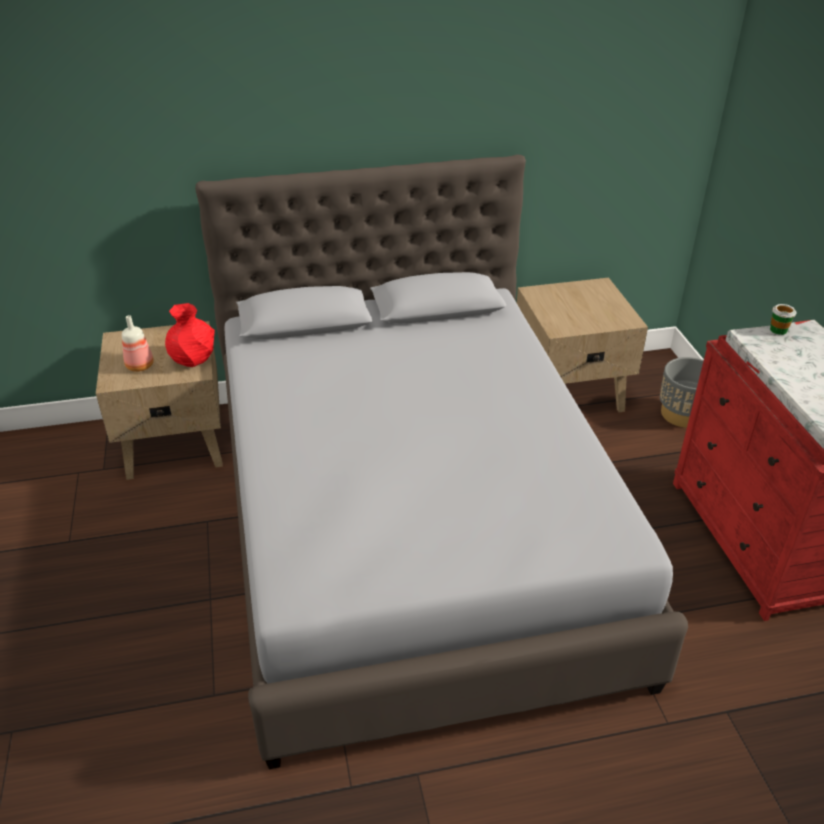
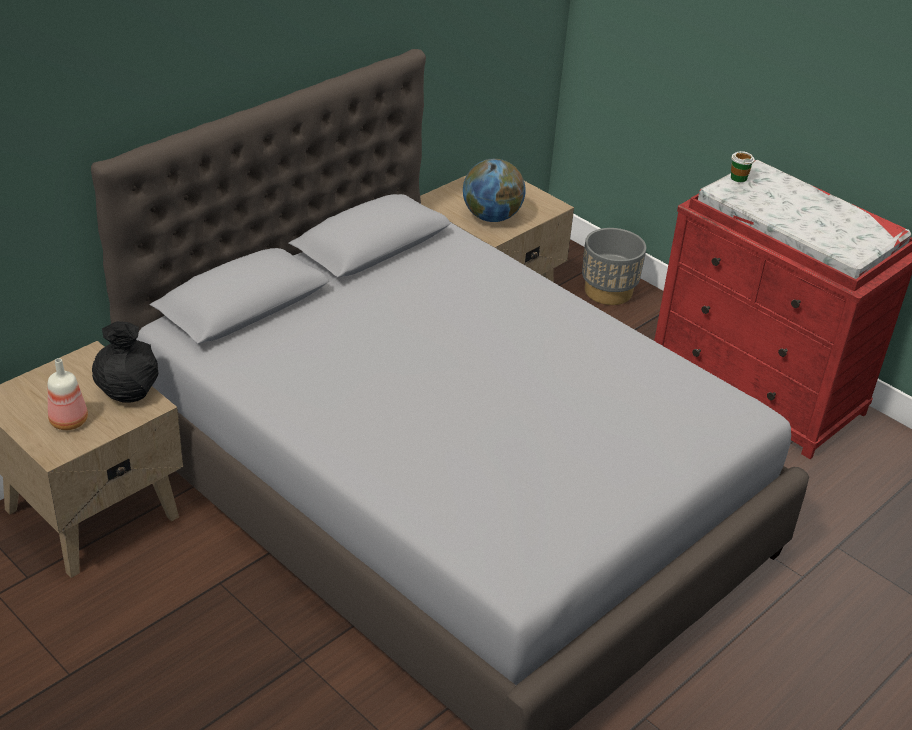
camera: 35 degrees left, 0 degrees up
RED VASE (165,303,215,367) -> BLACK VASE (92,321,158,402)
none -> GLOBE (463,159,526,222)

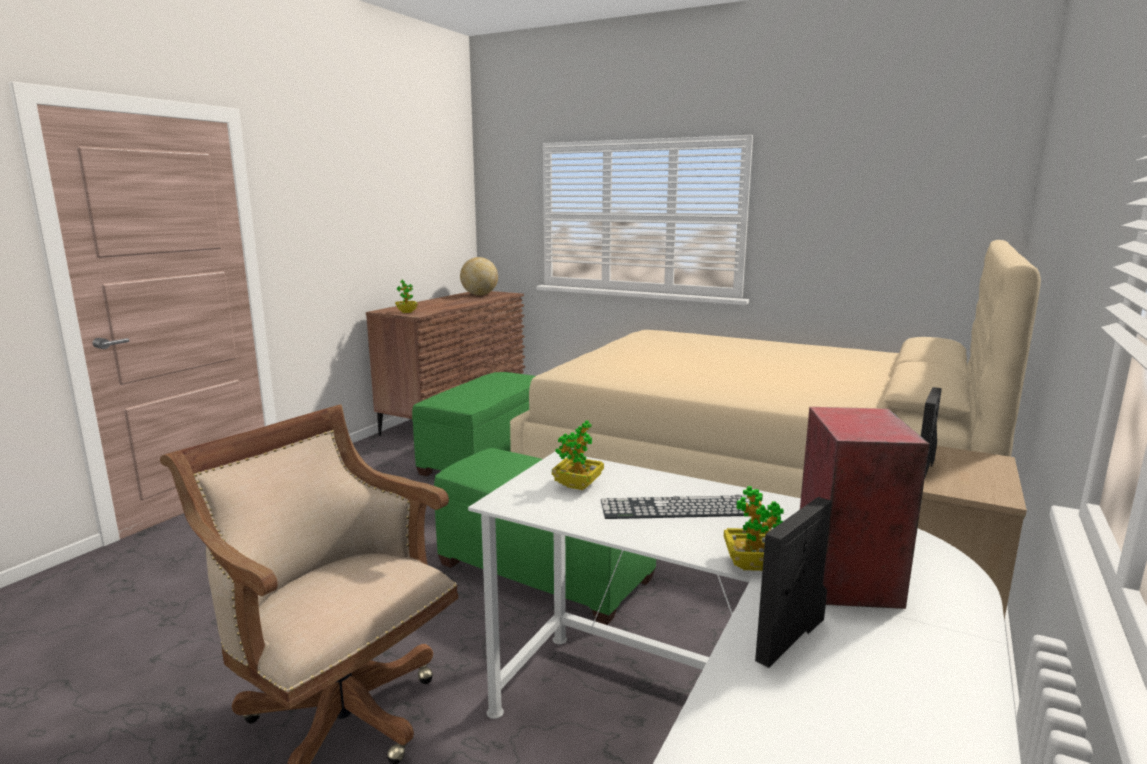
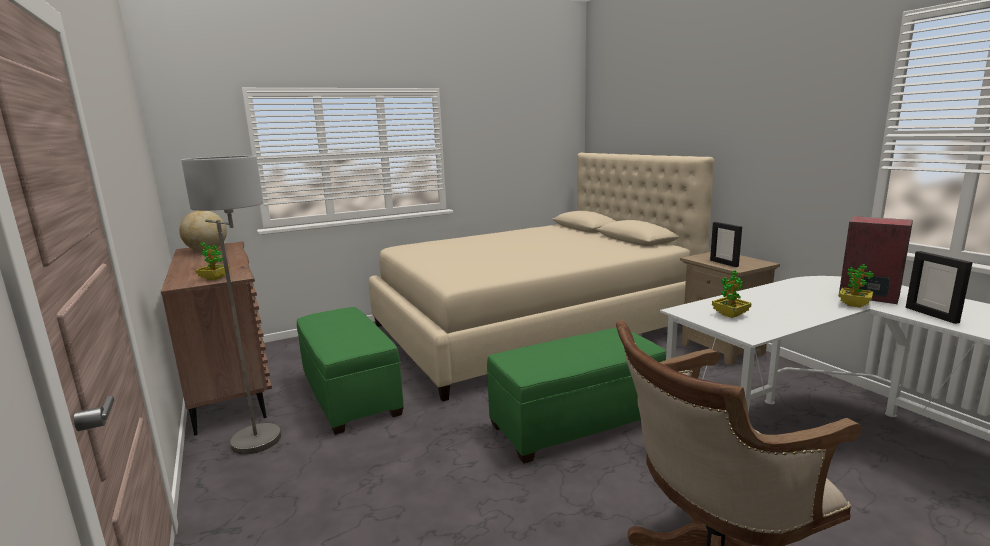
camera: 55 degrees left, 0 degrees up
KEYBOARD (601,495,750,519) -> none
none -> GREY FLOOR LAMP (181,155,281,454)

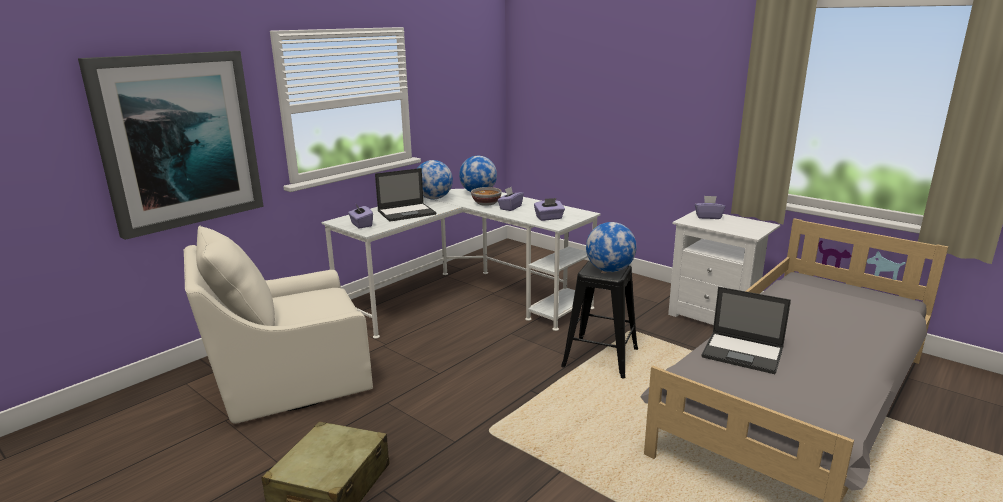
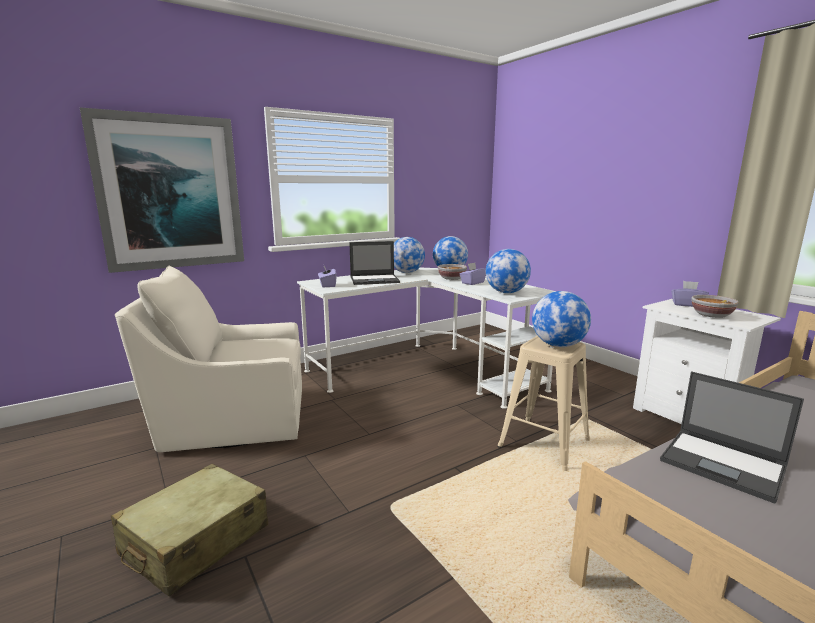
camera: 15 degrees right, 5 degrees down
PURPLE TISSUE BOX (534,198,565,221) -> GLOBE (486,249,531,293)
BLACK STOOL (561,260,638,378) -> BEIGE STOOL (497,335,590,471)
none -> BOWL (691,295,739,318)

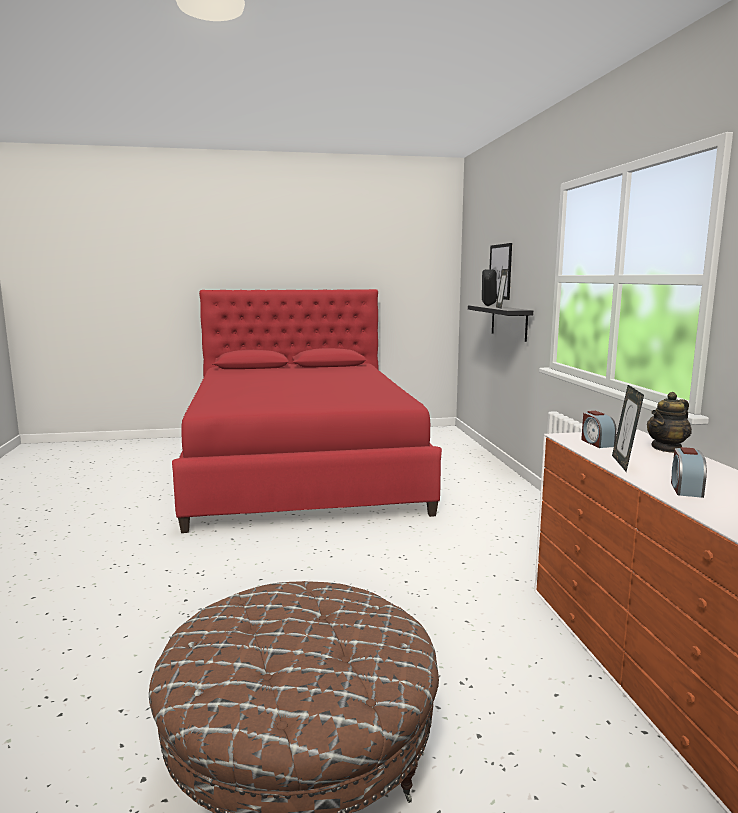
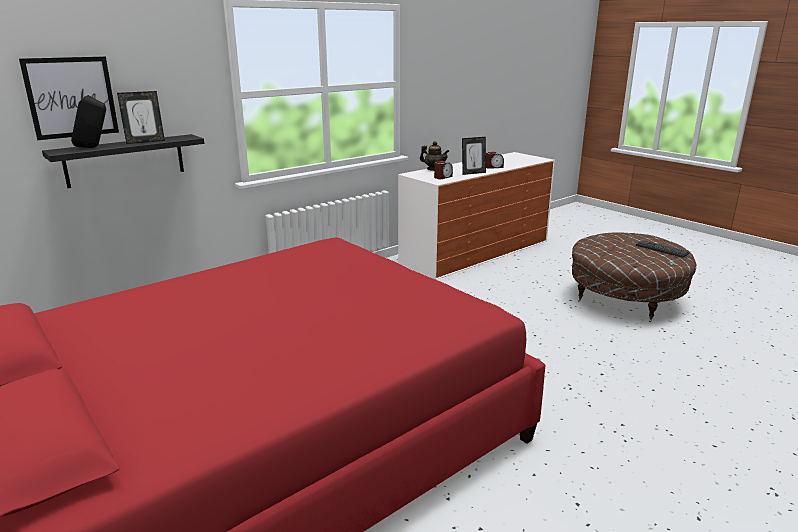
camera: 120 degrees left, 10 degrees up
none -> KEYBOARD (636,240,689,258)

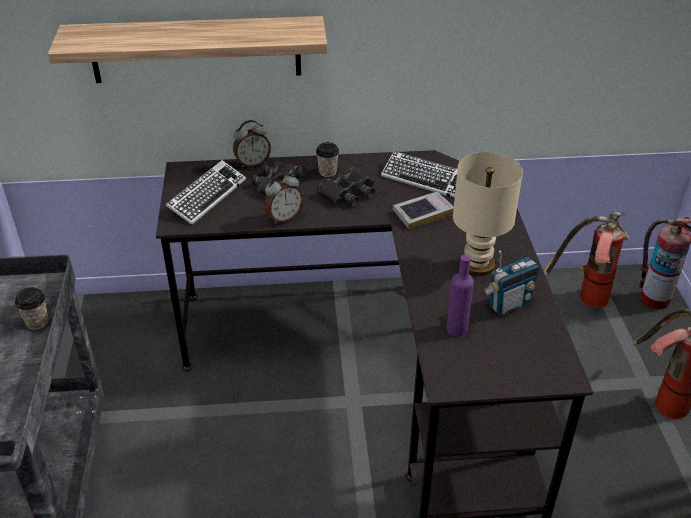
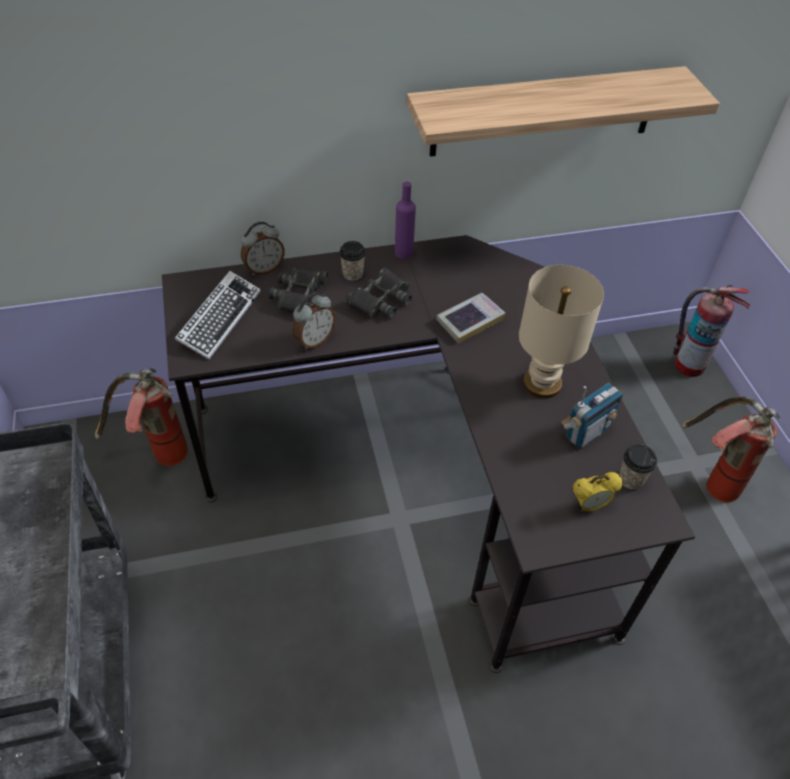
camera: 10 degrees left, 10 degrees up
CUP (15,287,49,330) -> CUP (619,444,657,489), relocated
SHELF (48,16,327,83) -> SHELF (407,66,720,157), relocated
KEYBOARD (381,151,458,198) -> none
PURPLE BOTTLE (446,255,474,337) -> PURPLE BOTTLE (395,182,416,259), relocated
FIRE EXTINGUISHER (543,212,629,308) -> FIRE EXTINGUISHER (95,368,188,466), relocated
none -> ALARM CLOCK (573,472,622,512)

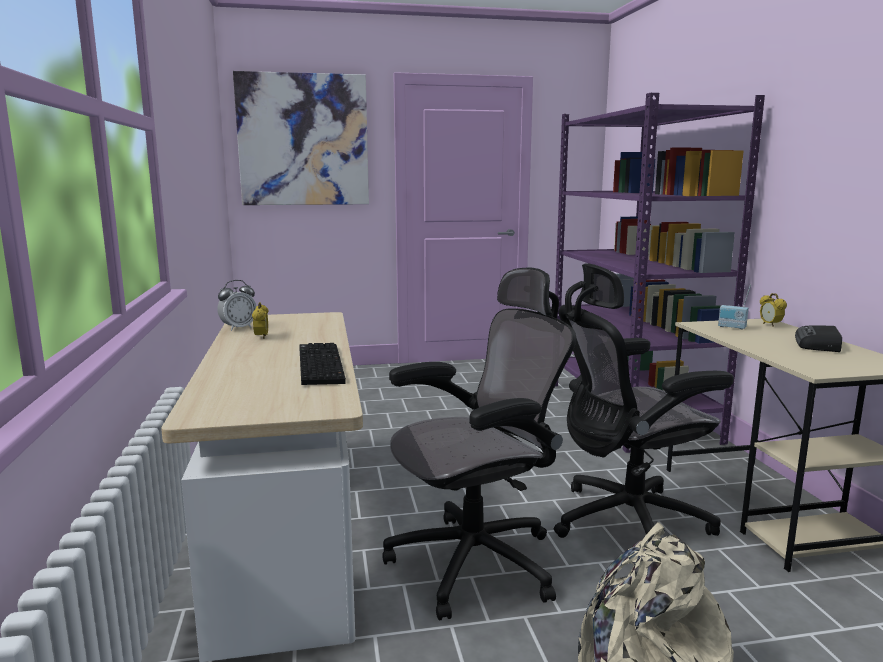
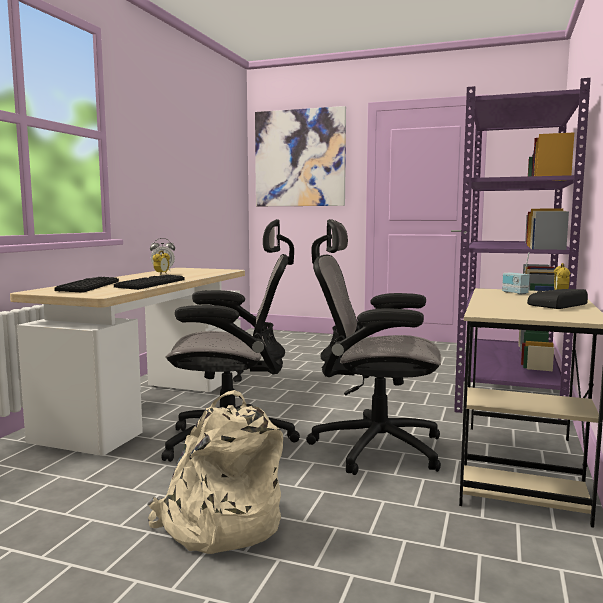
camera: 30 degrees right, 5 degrees down
none -> KEYBOARD (54,277,119,293)

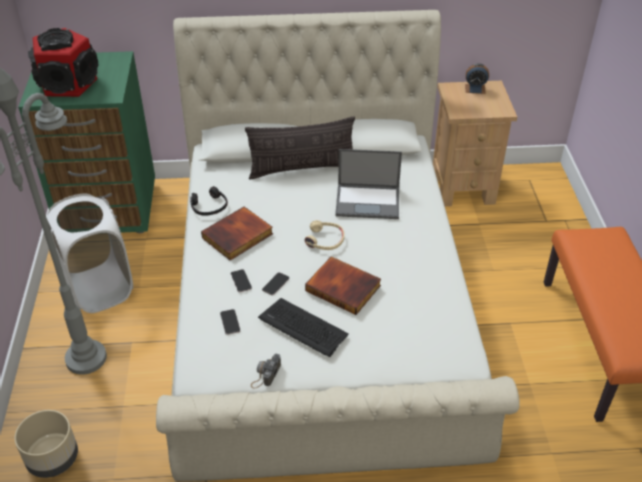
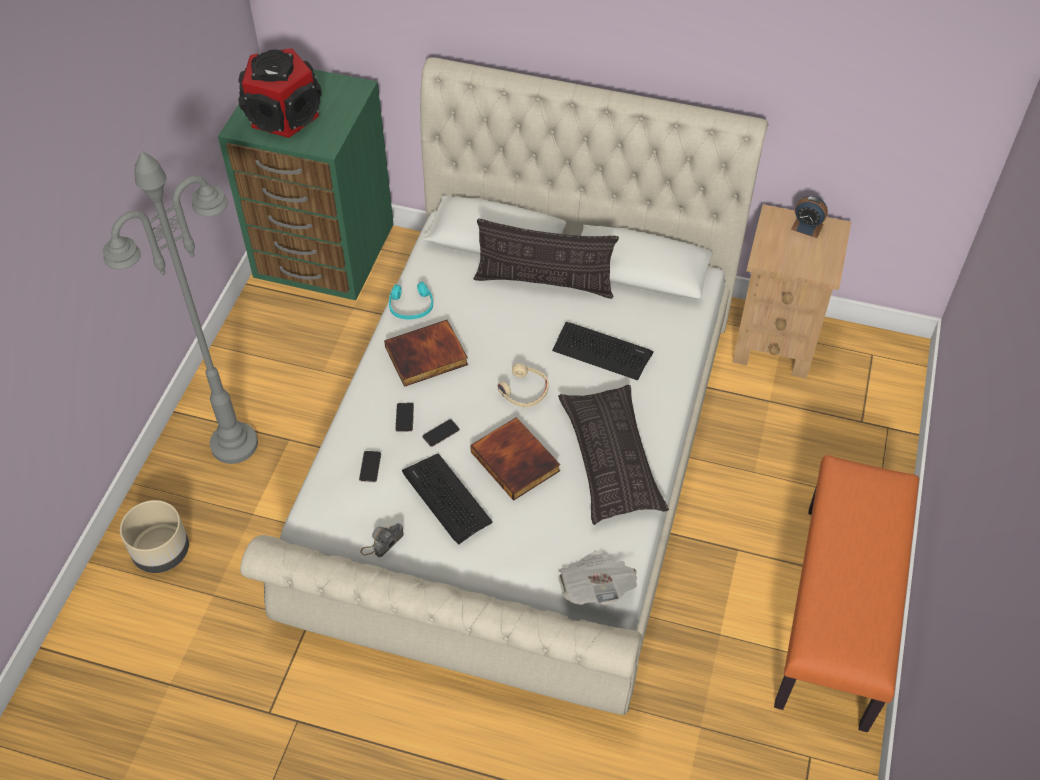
camera: 20 degrees right, 10 degrees up
WHITE LAUNDRY BASKET (46,194,133,313) -> none
BLACK HEADPHONES (190,186,228,216) -> TURQUOISE HEADPHONES (389,282,433,319)
LAPTOP (335,149,402,219) -> KEYBOARD (552,322,654,380)
none -> PILLOW (558,385,669,525)
none -> NEWSPAPER (558,550,637,605)

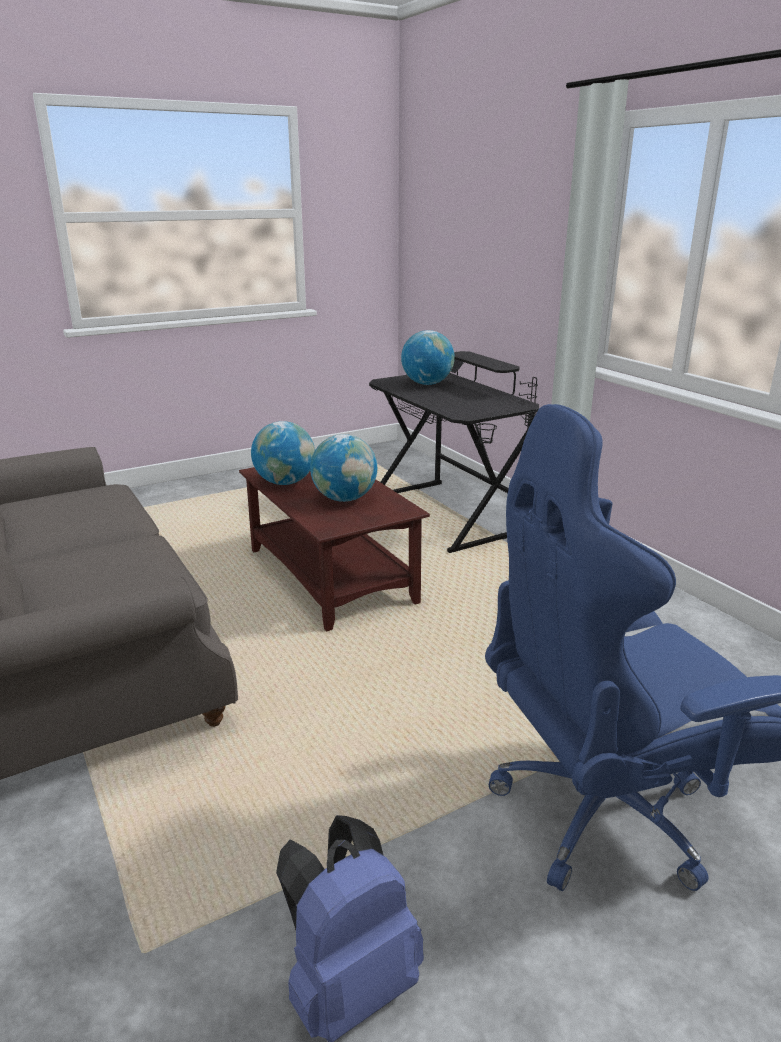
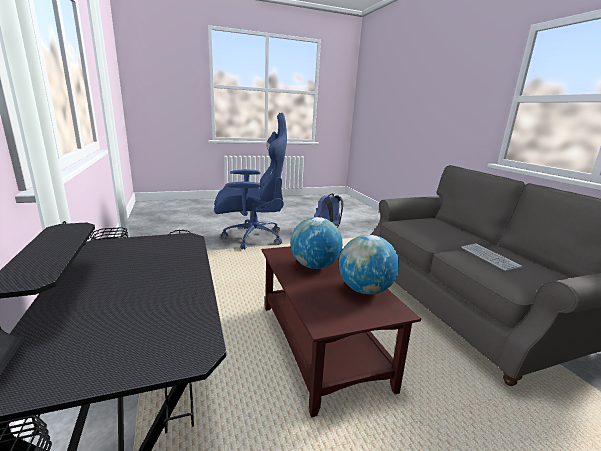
camera: 170 degrees left, 5 degrees down
GLOBE (401,330,455,385) -> none
none -> KEYBOARD (461,243,522,271)

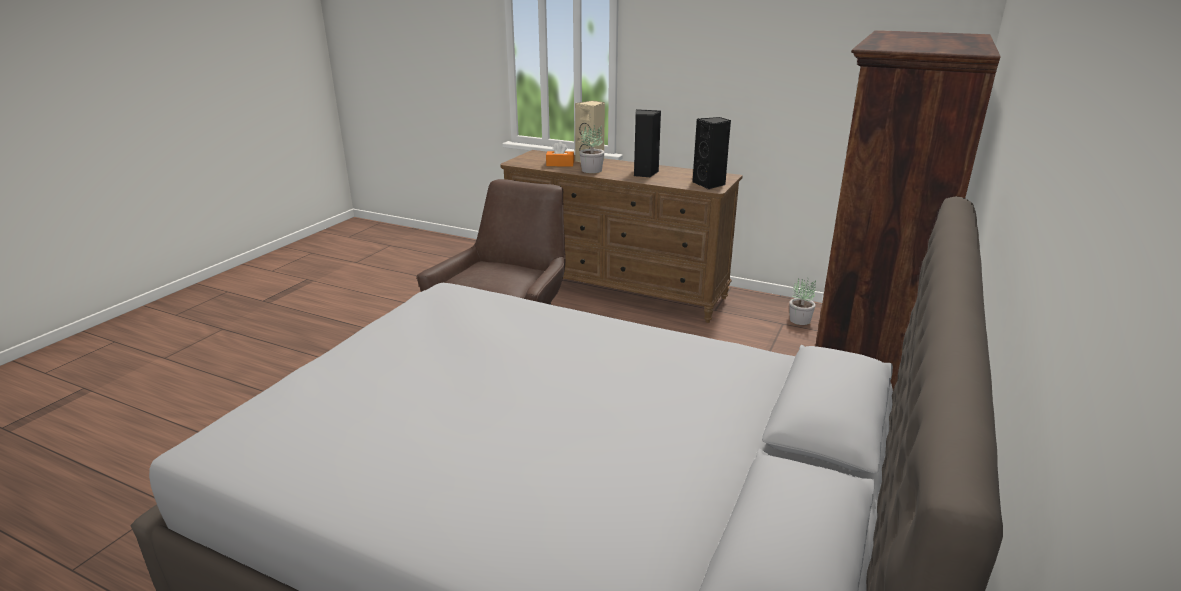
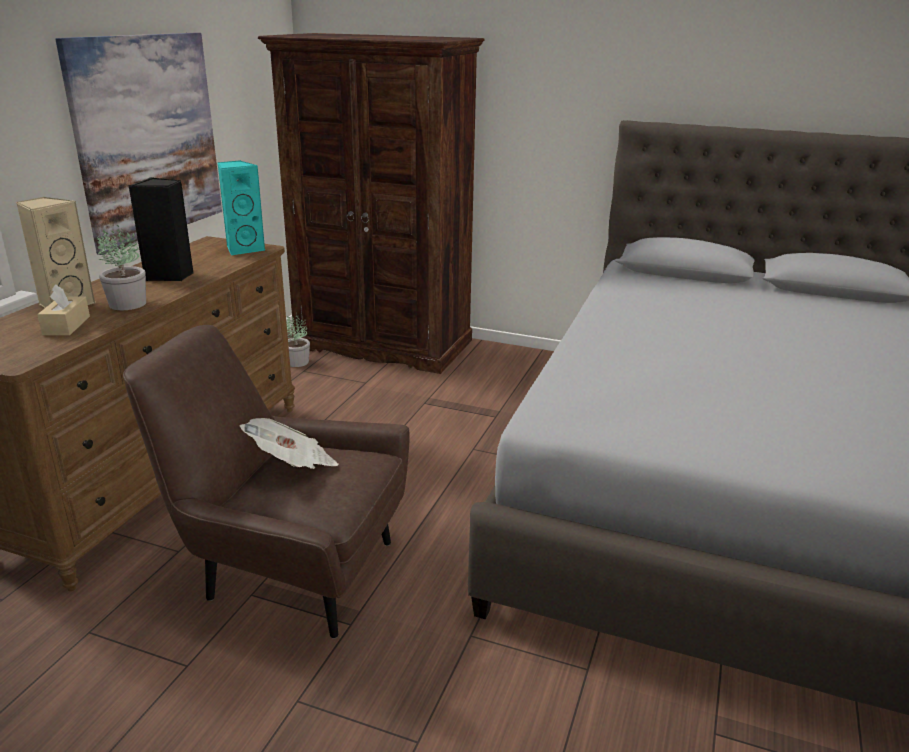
camera: 95 degrees left, 0 degrees up
ORANGE TISSUE BOX (546,141,574,167) -> BEIGE TISSUE BOX (37,285,90,335)
BLACK SPEAKER (692,117,731,189) -> TURQUOISE SPEAKER (218,160,266,256)
none -> PICTURE (55,33,222,255)
none -> NEWSPAPER (240,418,339,469)

